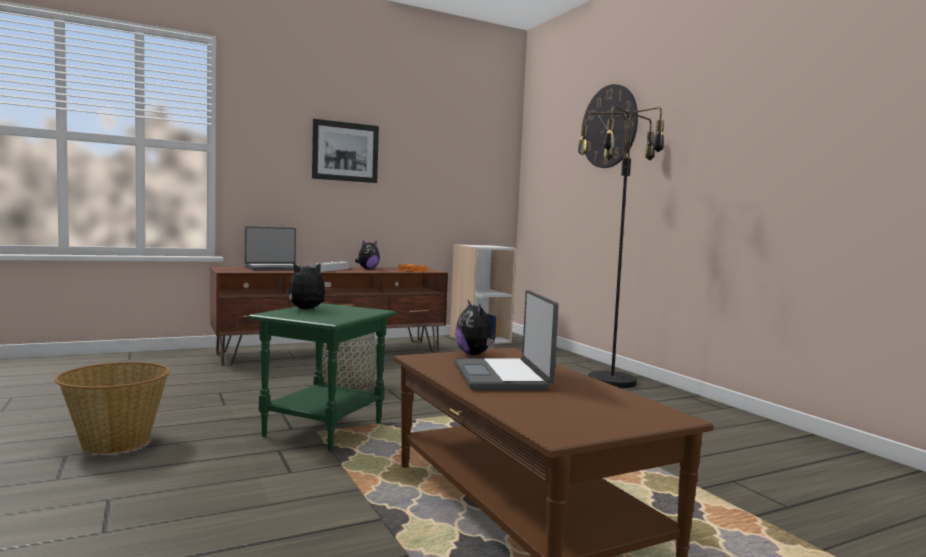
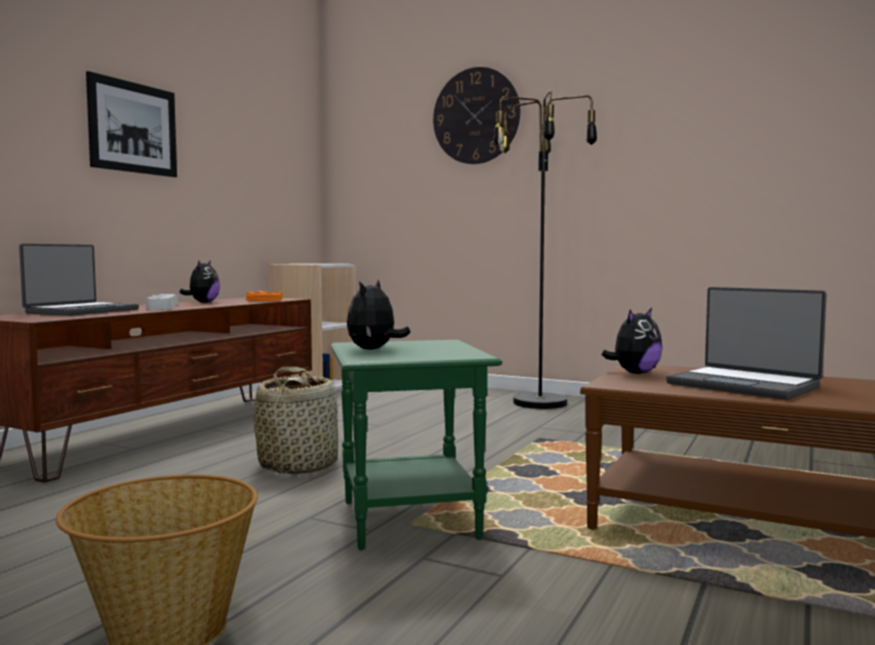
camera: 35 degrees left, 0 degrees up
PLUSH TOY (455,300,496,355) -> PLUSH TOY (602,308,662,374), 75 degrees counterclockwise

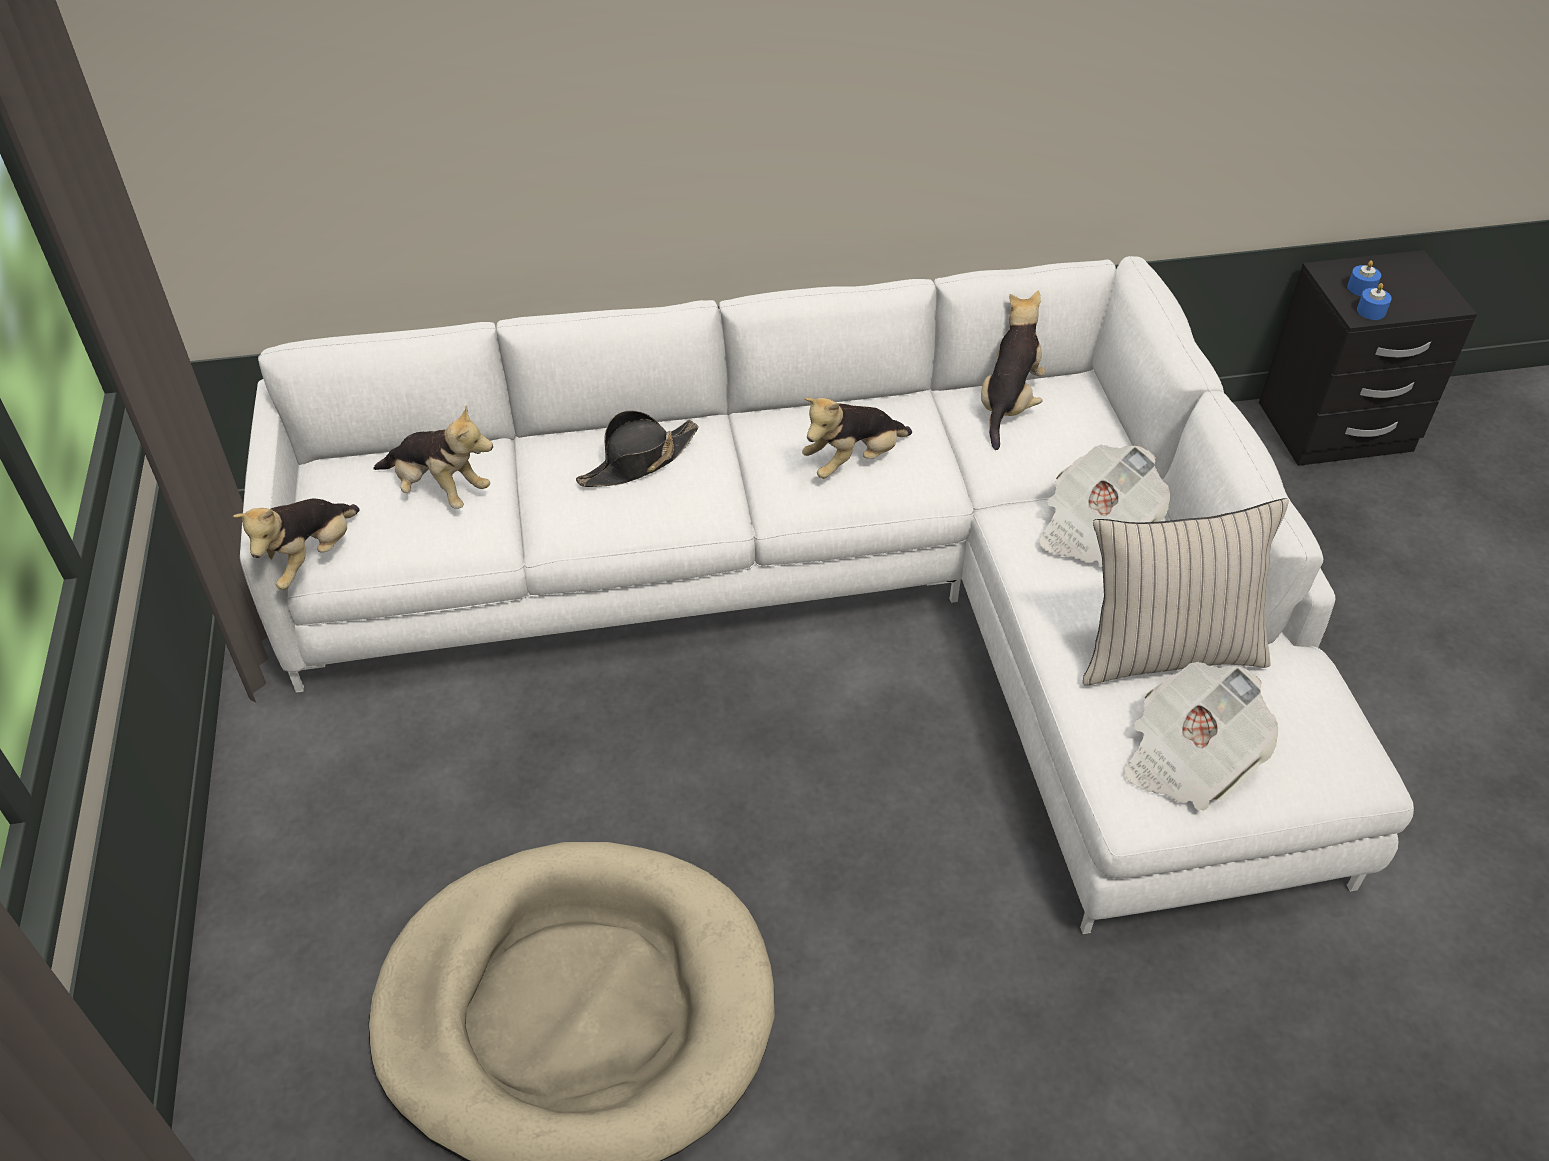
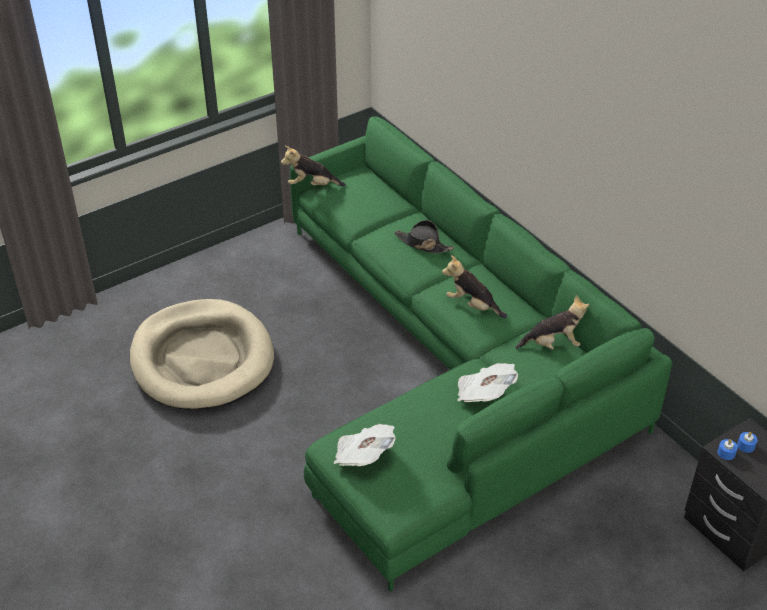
camera: 65 degrees right, 5 degrees down
WHITE SOFA (240,256,1414,934) -> GREEN SOFA (290,117,672,592)
PLUSH TOY (373,405,493,509) -> none
BEIGE PILLOW (1083,498,1289,686) -> none

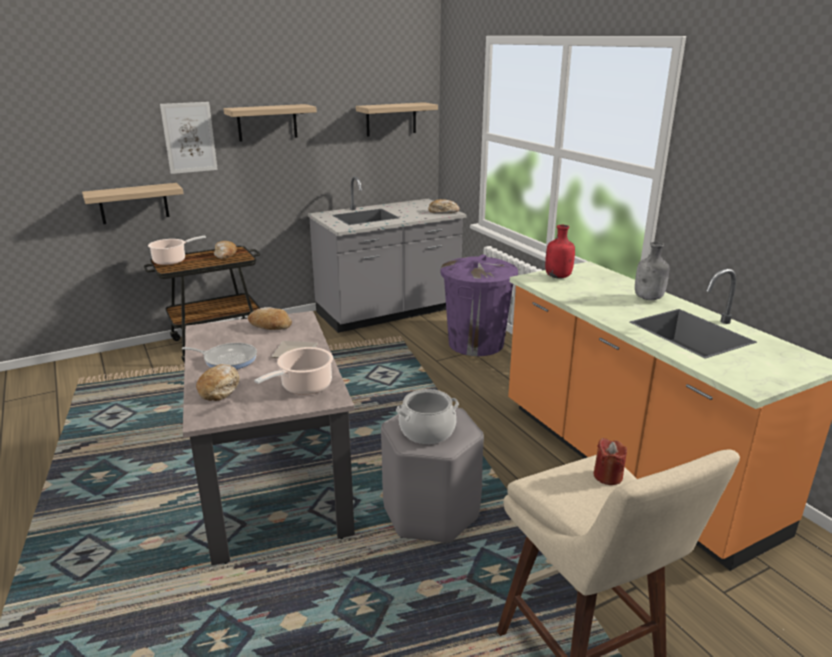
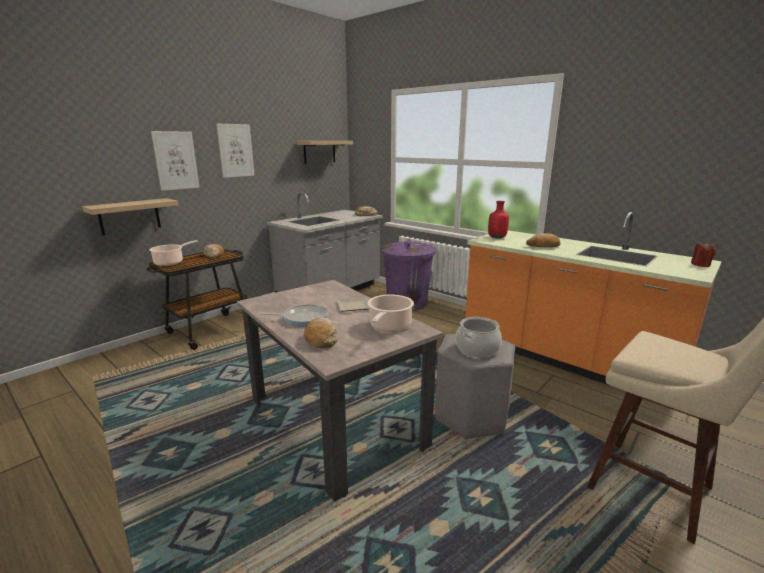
camera: 20 degrees left, 5 degrees down
SHELF (223,104,317,142) -> PICTURE (216,124,255,178)
BREAD (248,307,292,330) -> BREAD (526,233,561,247), relocated
RED CANDLE (593,438,627,485) -> RED CANDLE (691,243,716,267), relocated
GREY BOTTLE (635,242,669,300) -> none

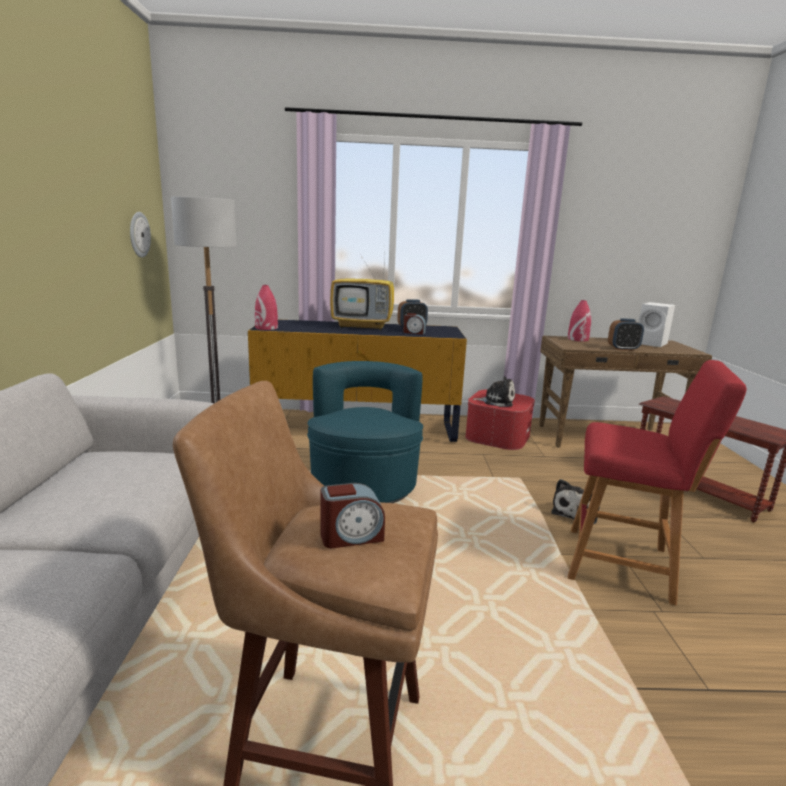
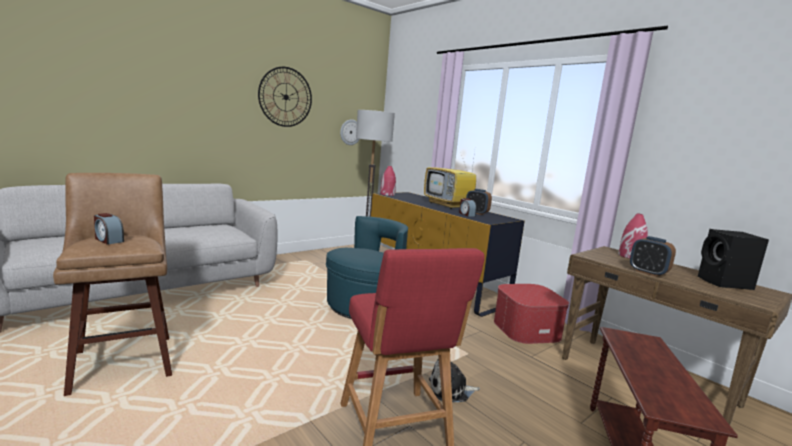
camera: 50 degrees right, 5 degrees down
PLUSH TOY (473,376,515,407) -> none
WHITE SPEAKER (638,302,675,347) -> BLACK SPEAKER (698,229,769,290)
none -> WALL CLOCK (258,67,312,127)

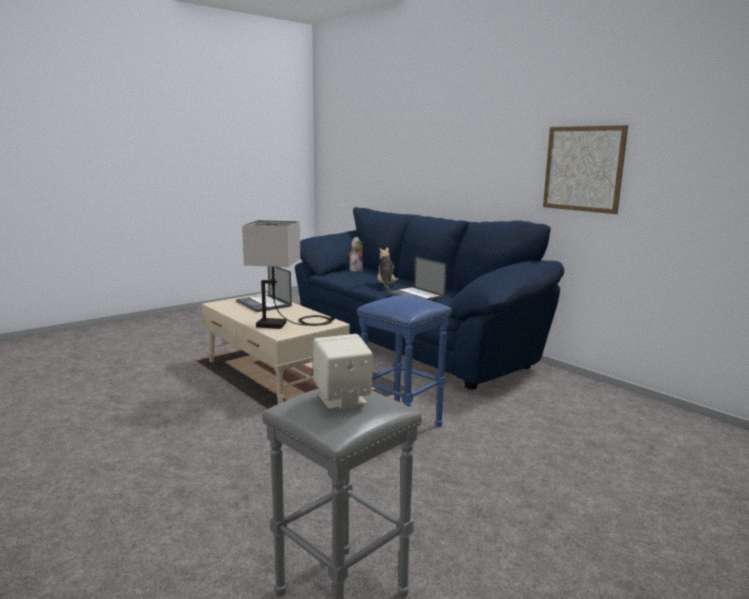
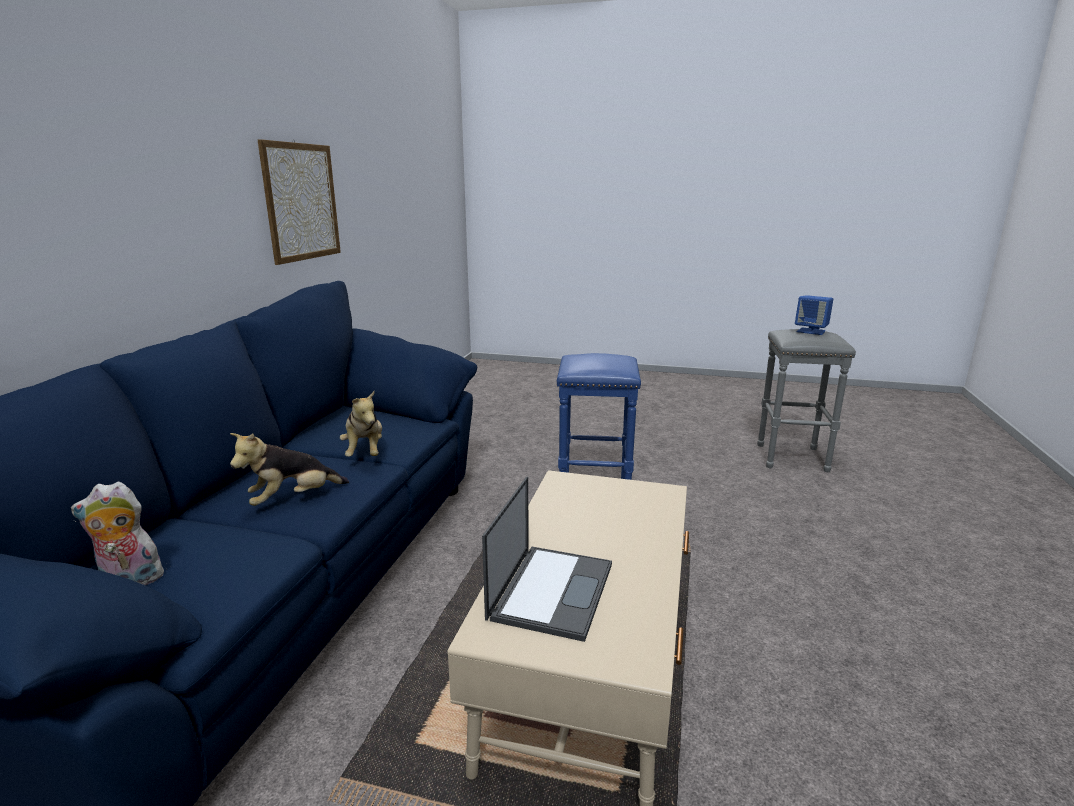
camera: 125 degrees left, 5 degrees up
TABLE LAMP (242,220,335,329) -> none
BEIGE SPEAKER (313,334,373,410) -> BLUE SPEAKER (795,295,833,335)
LAPTOP (387,256,447,301) -> PLUSH TOY (340,391,382,457)

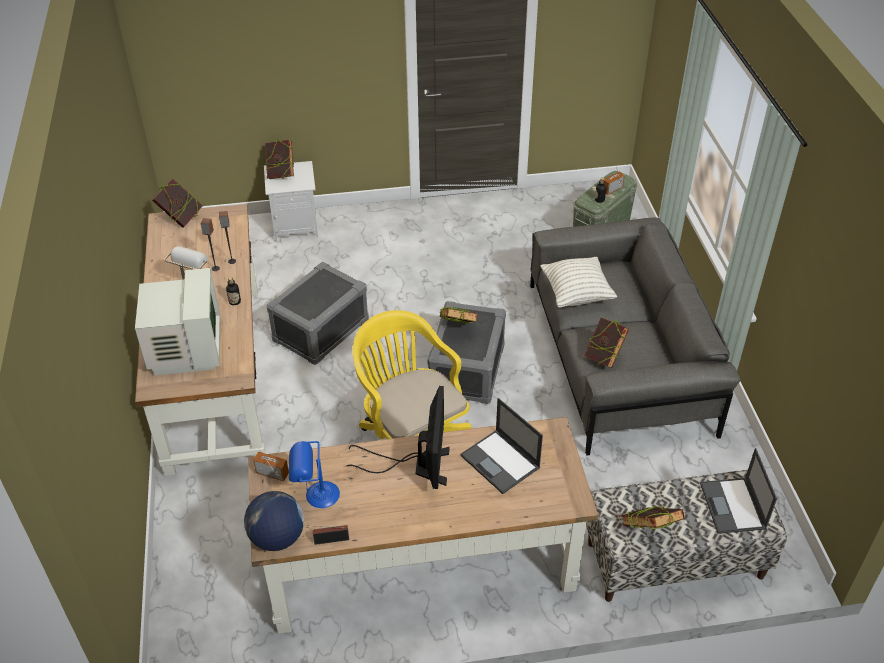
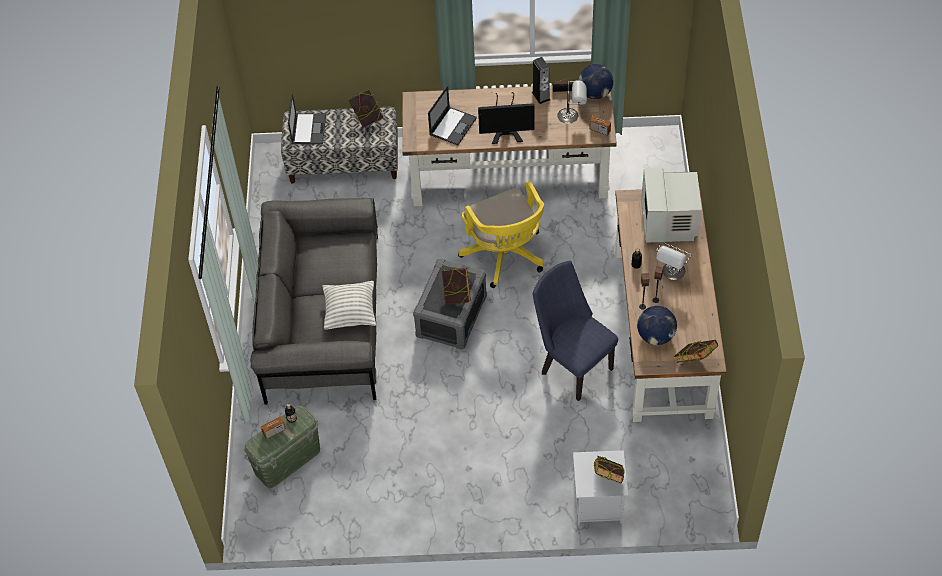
camera: 170 degrees left, 10 degrees up
GREY STORAGE BOX (267,262,369,365) -> BLUE CHAIR (533,261,618,401)
BLUE TABLE LAMP (289,441,340,508) -> WHITE TABLE LAMP (557,80,587,124)
MONITOR (346,386,450,489) -> MONITOR (478,92,535,144), 105 degrees counterclockwise
LAPTOP (460,398,543,494) -> LAPTOP (428,85,477,145), 60 degrees clockwise
BOOK (584,318,629,368) -> none
none -> SPEAKER (532,57,550,104)
none -> GLOBE (637,306,677,345)

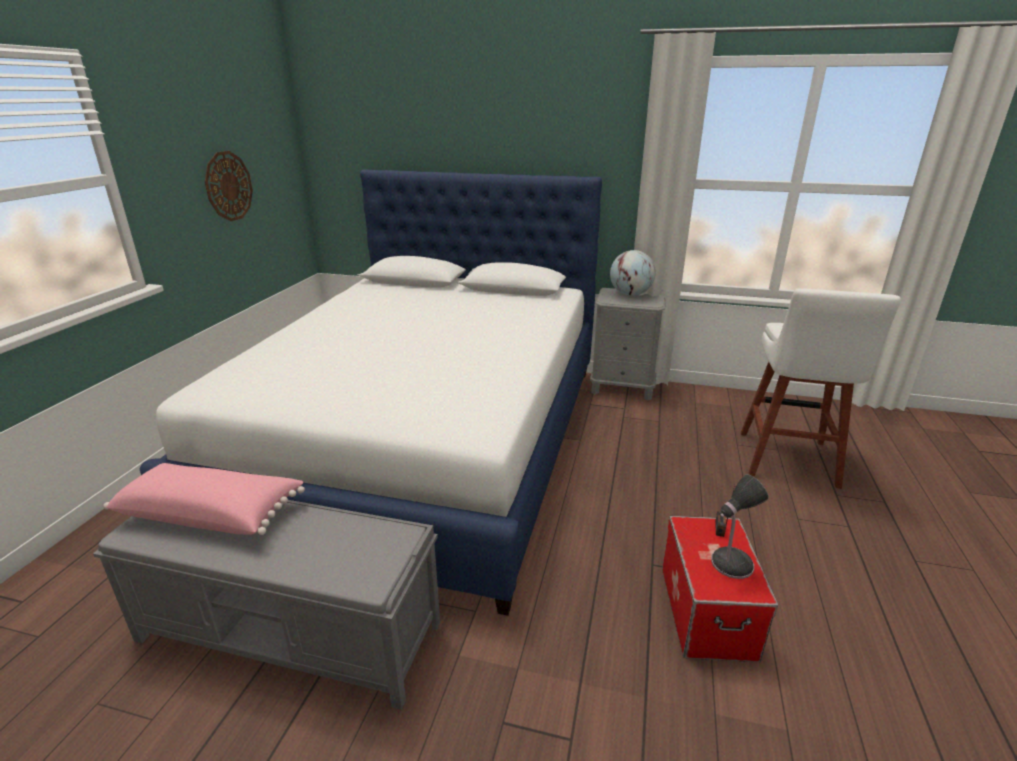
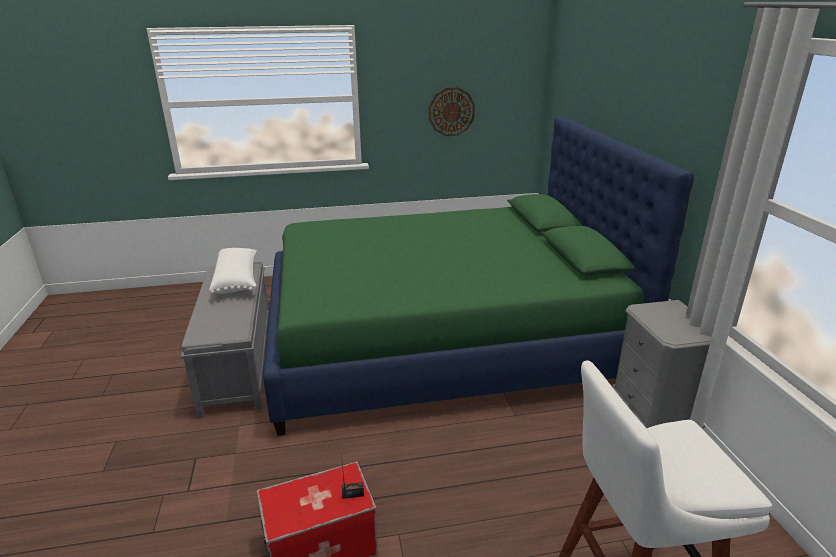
camera: 65 degrees right, 0 degrees up
PINK PILLOW (103,463,305,535) -> WHITE PILLOW (209,248,257,294)
WHITE BED (140,169,602,616) -> GREEN BED (263,116,694,436)
GLOBE (610,250,656,296) -> none
TABLE LAMP (711,474,769,579) -> none

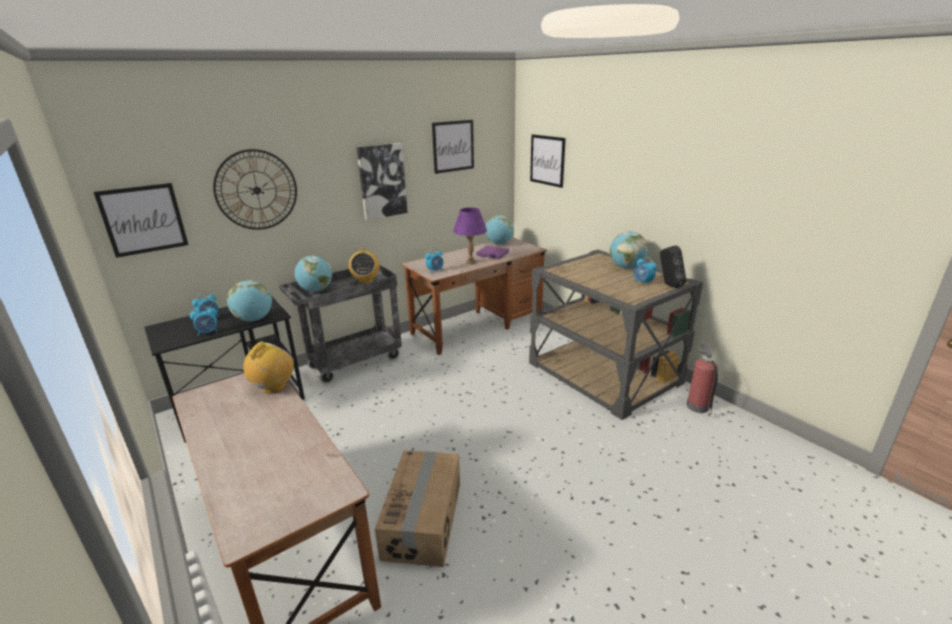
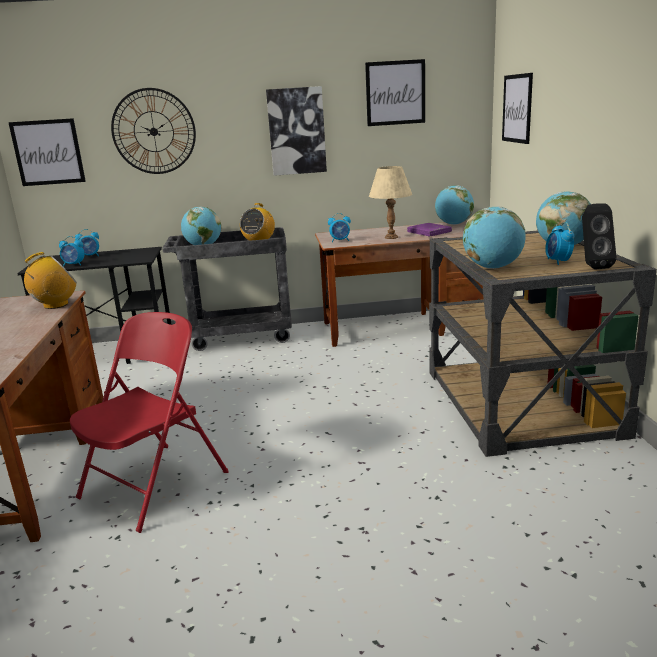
camera: 30 degrees right, 5 degrees down
GLOBE (227,280,272,321) -> GLOBE (463,206,526,269), relocated
CARDBOARD BOX (375,450,460,567) -> RED CHAIR (70,312,228,533)
PURPLE TABLE LAMP (453,208,487,265) -> BEIGE TABLE LAMP (369,166,412,239)
FIRE EXTINGUISHER (687,344,718,417) -> none

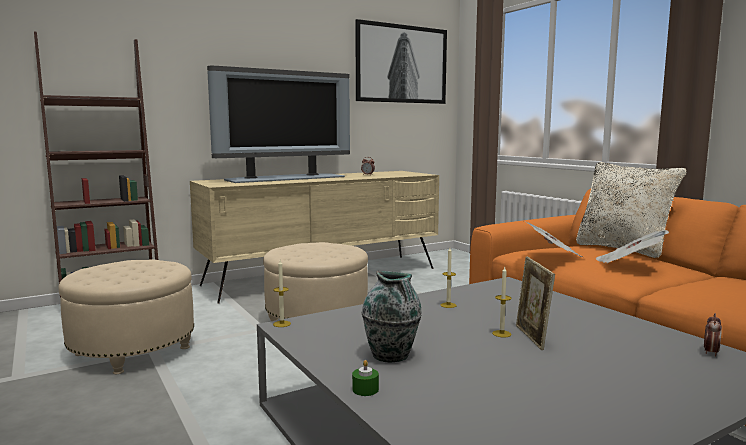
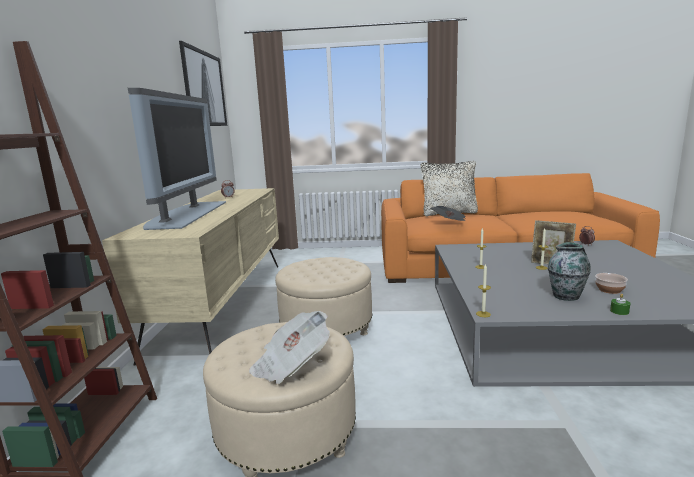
camera: 55 degrees left, 5 degrees up
NEWSPAPER (596,230,669,263) -> NEWSPAPER (249,311,330,384), relocated
none -> BOWL (595,273,628,294)

